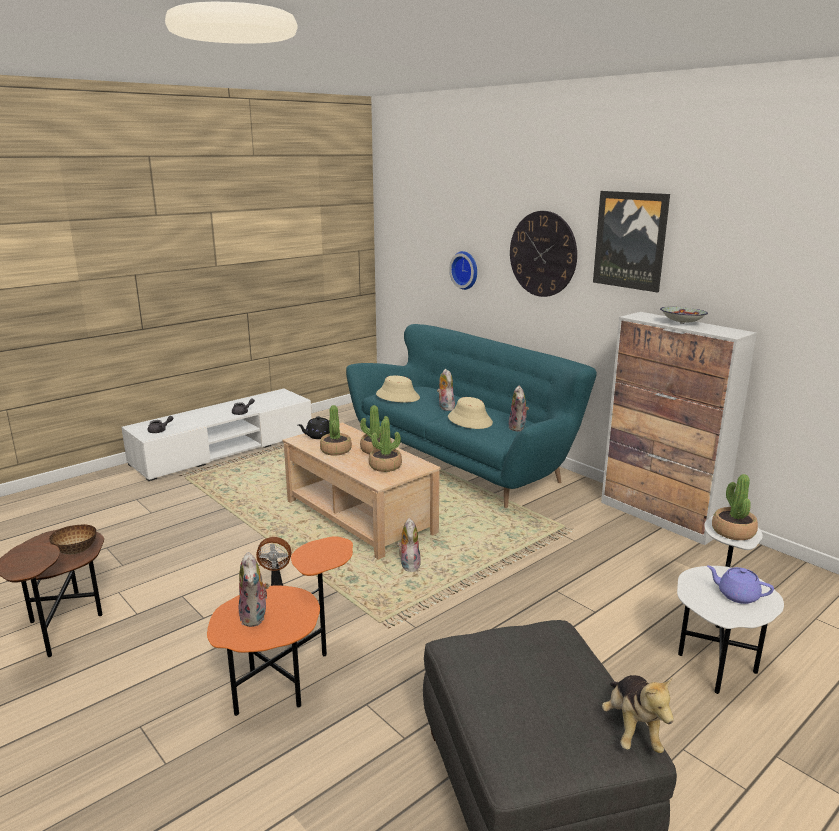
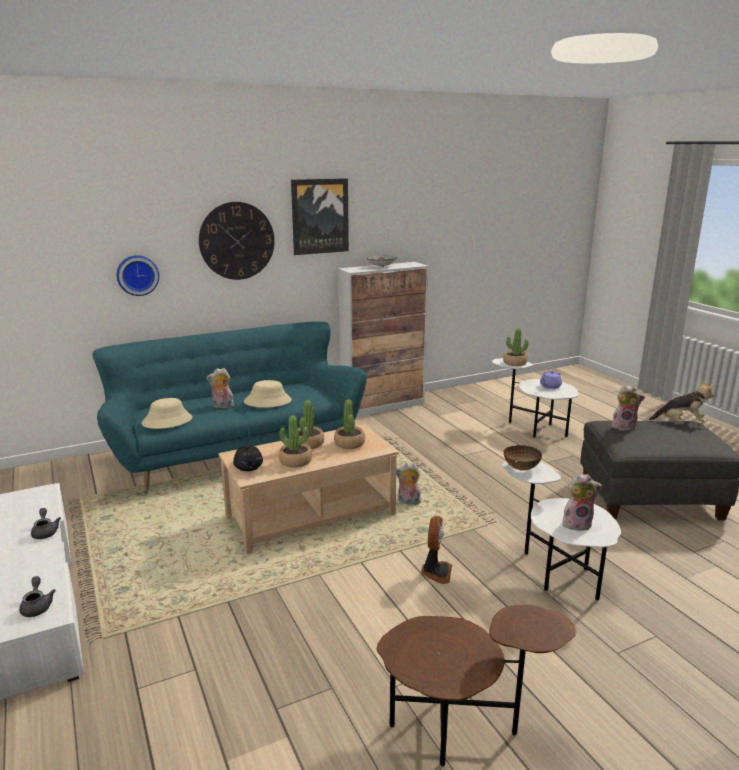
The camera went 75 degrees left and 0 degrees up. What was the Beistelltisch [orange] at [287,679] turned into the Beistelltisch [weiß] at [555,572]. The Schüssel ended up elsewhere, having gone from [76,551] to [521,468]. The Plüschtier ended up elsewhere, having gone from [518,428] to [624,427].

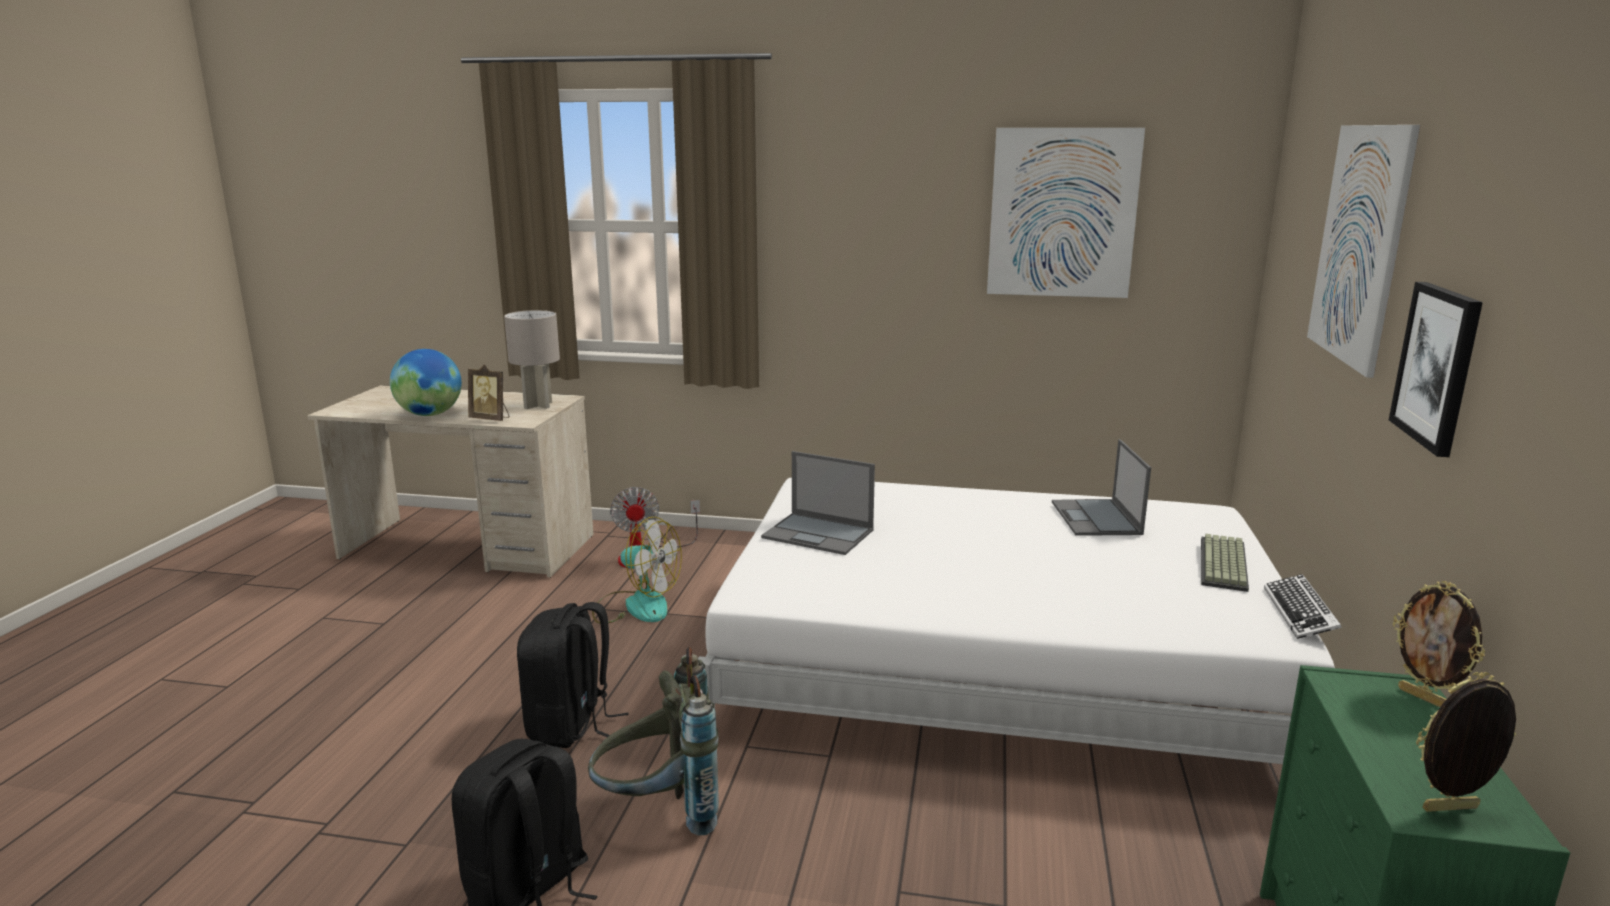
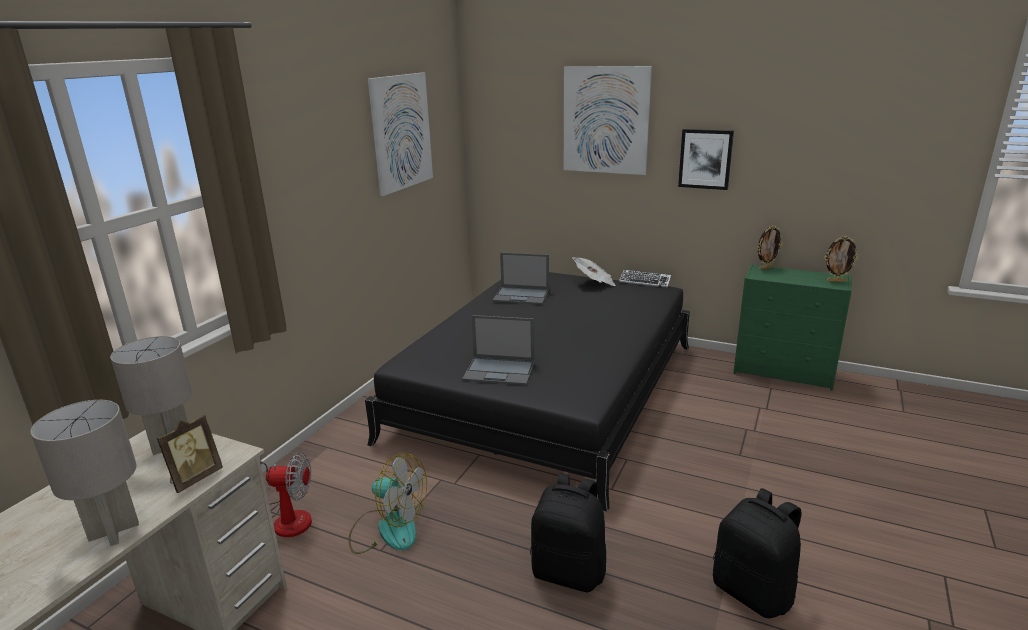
The camera went 75 degrees left and 5 degrees up. Where the Globus stood at [429,414], the Tischlampe [grau] came to stand at [114,531]. The Ventilator at [636,606] ended up facing another way, 75 degrees clockwise from before. What was the Bett [weiß] at [995,664] turned into the Bett [schwarz] at [547,391]. The Laptop at [819,534] ended up facing another way, 60 degrees clockwise from before. Where the Tastatur stood at [1225,565], the Zeitung came to stand at [594,282]. The Bilderrahmen at [1451,810] ended up facing another way, 90 degrees counterclockwise from before. The second view lost the Rucksack [grau] at [660,812].

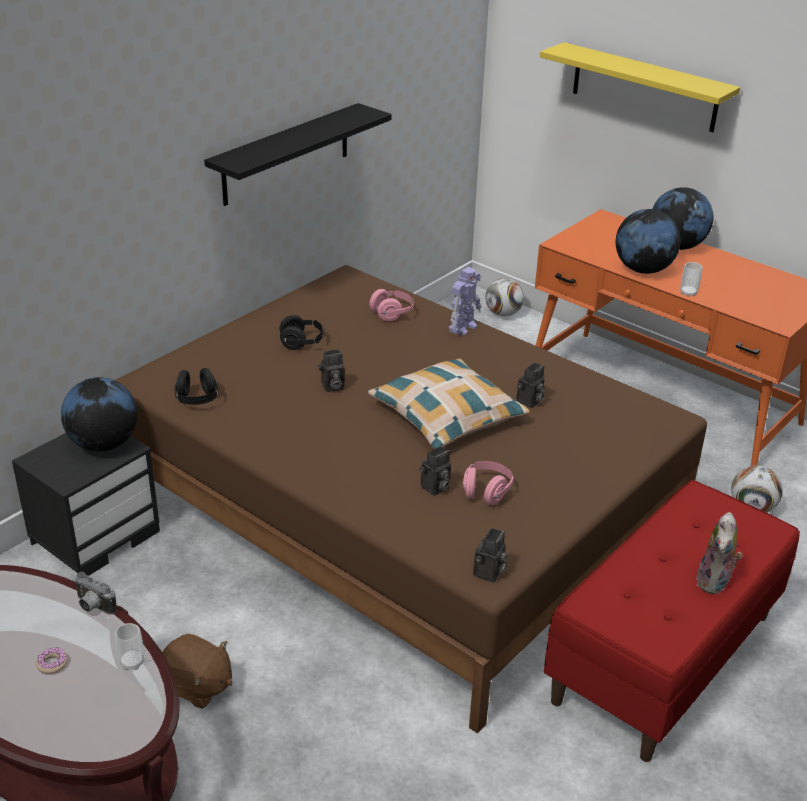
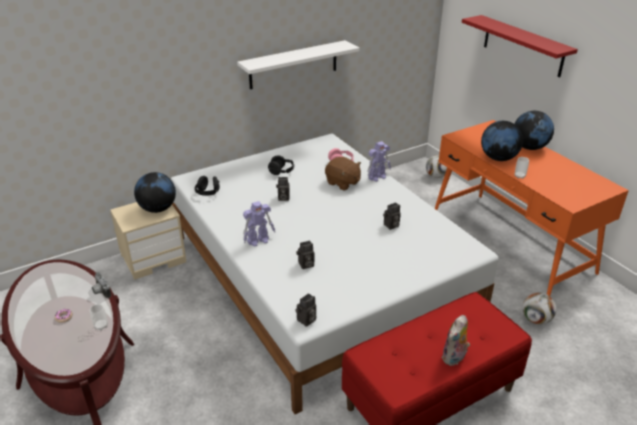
The camera went 20 degrees right and 0 degrees up. What was the Nachttisch [schwarz] at [96,536] turned into the Nachttisch [beige] at [154,258]. What was the Bett [braun] at [400,508] turned into the Bett [weiß] at [318,275]. What was the Wandregal [schwarz] at [286,154] turned into the Wandregal [weiß] at [293,65]. The second view gained the Spielzeugroboter at [259,240]. The Plüschtier [braun] ended up elsewhere, having gone from [196,687] to [342,183]. What was the Wandregal [gelb] at [644,87] turned into the Wandregal [rot] at [523,46]. The second view lost the Kissen at [447,415]. The second view lost the Kopfhörer [rosa] at [486,492].

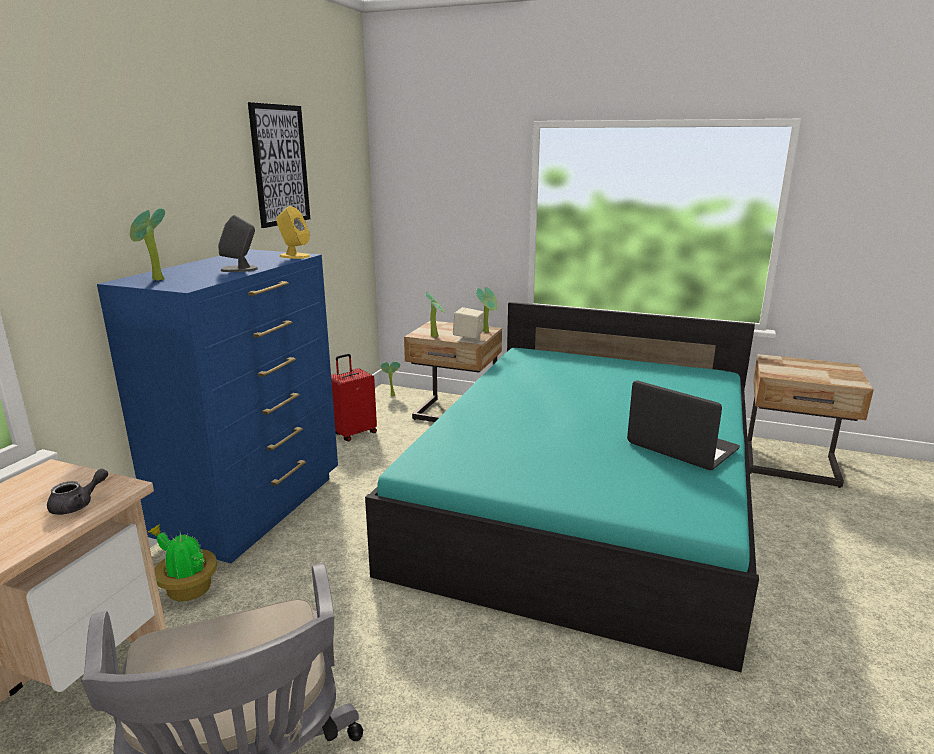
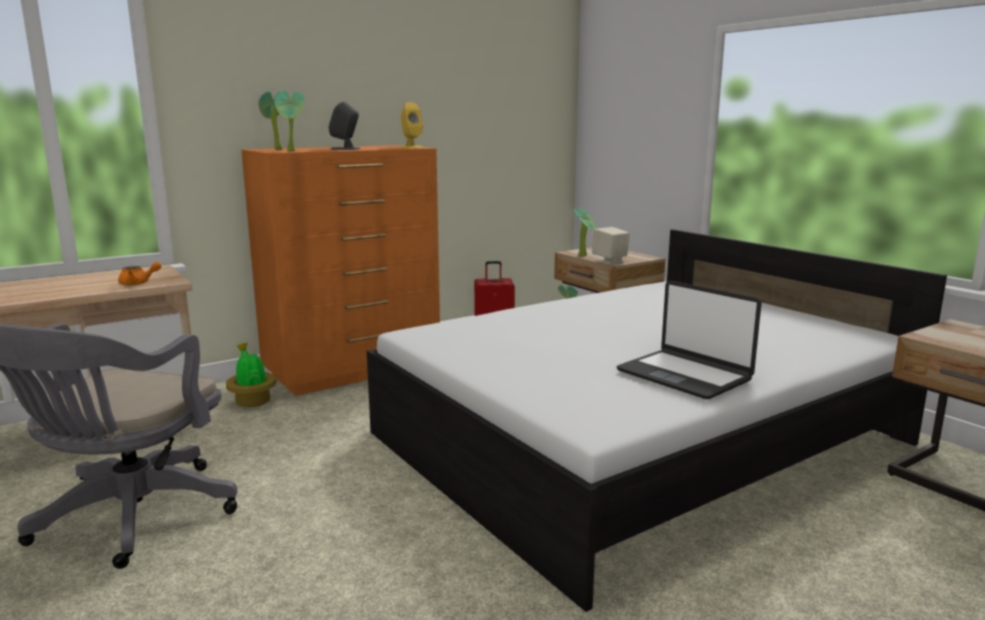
The camera went 35 degrees right and 5 degrees down. What was the Teekanne [grau] at [78,505] turned into the Teekanne [orange] at [138,283]. What was the Kommode [blau] at [256,509] turned into the Kommode [orange] at [354,370]. The Topfpflanze ended up elsewhere, having gone from [487,331] to [292,151]. What was the Bett [türkis] at [585,498] turned into the Bett [weiß] at [638,438]. The Laptop at [681,447] ended up facing another way, 150 degrees clockwise from before. The second view lost the Bild at [280,165].

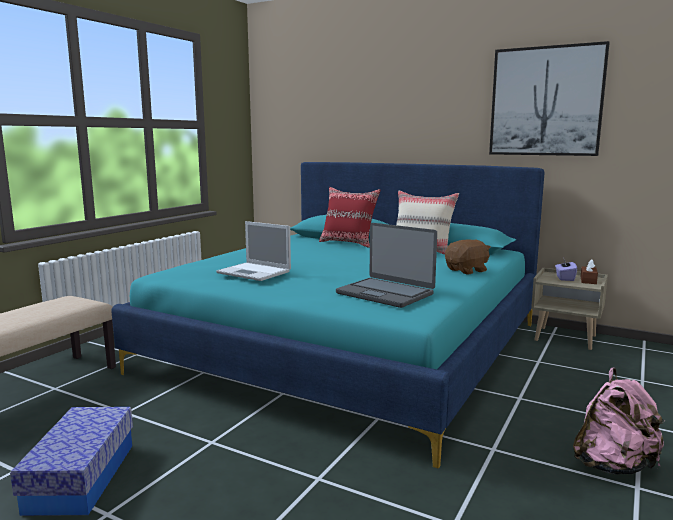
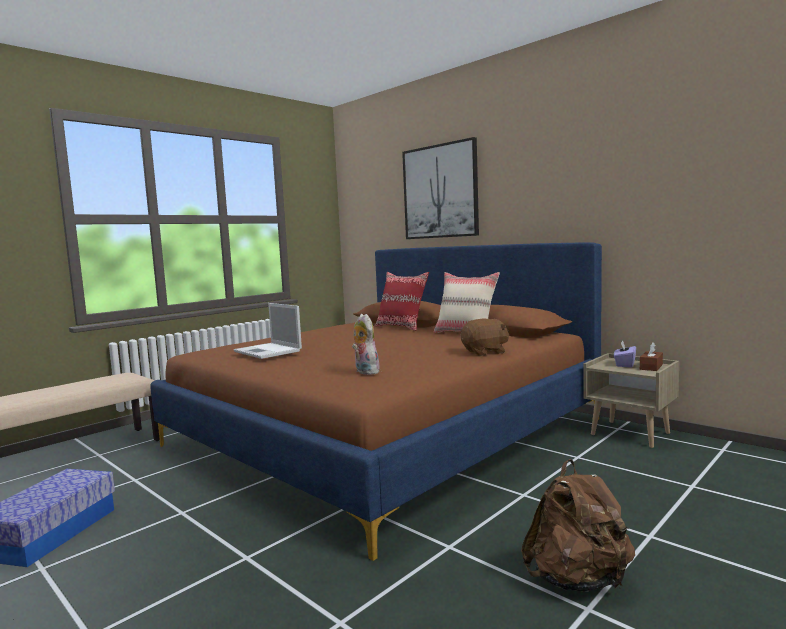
The camera went 15 degrees right and 5 degrees down. What was the Bett [türkis] at [349,347] turned into the Bett [braun] at [384,432]. Where the Laptop stood at [385,293], the Plüschtier came to stand at [365,372]. The Bild ended up elsewhere, having gone from [546,101] to [440,191]. What was the Rucksack [rosa] at [613,466] turned into the Rucksack [braun] at [577,580].

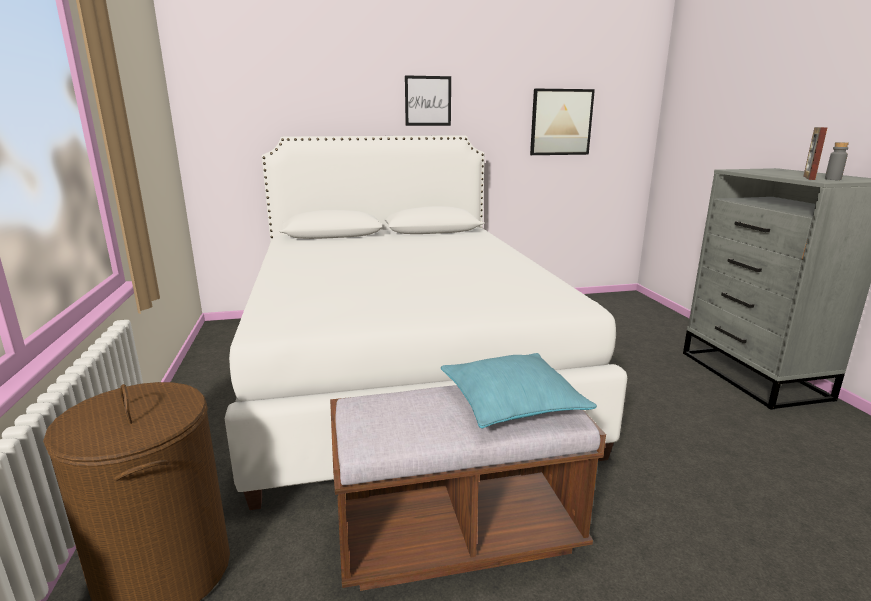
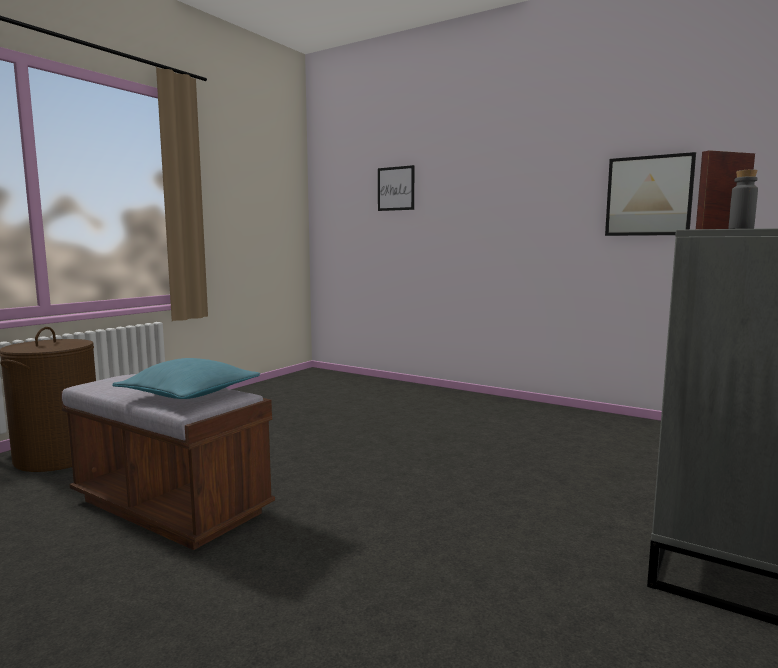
The camera went 45 degrees right and 10 degrees down. The Bild ended up elsewhere, having gone from [428,101] to [396,188]. The second view lost the Bett [weiß] at [402,370].

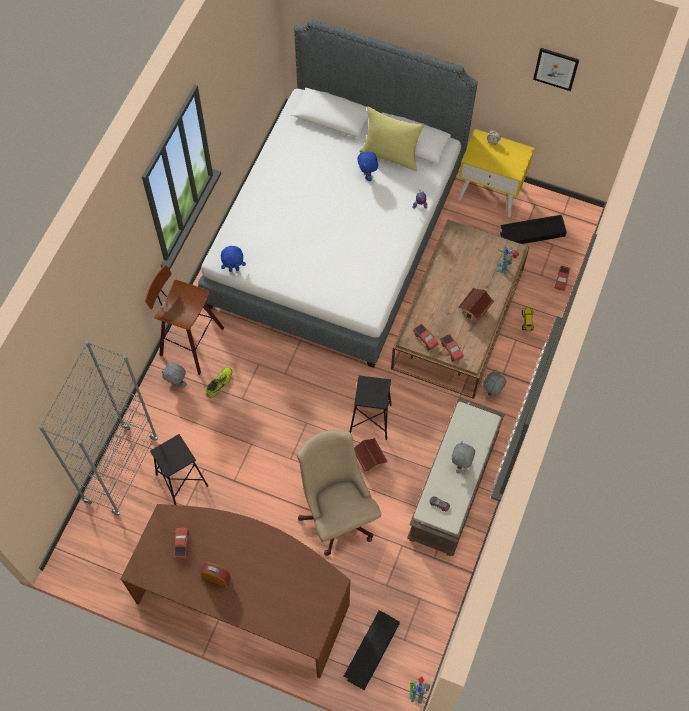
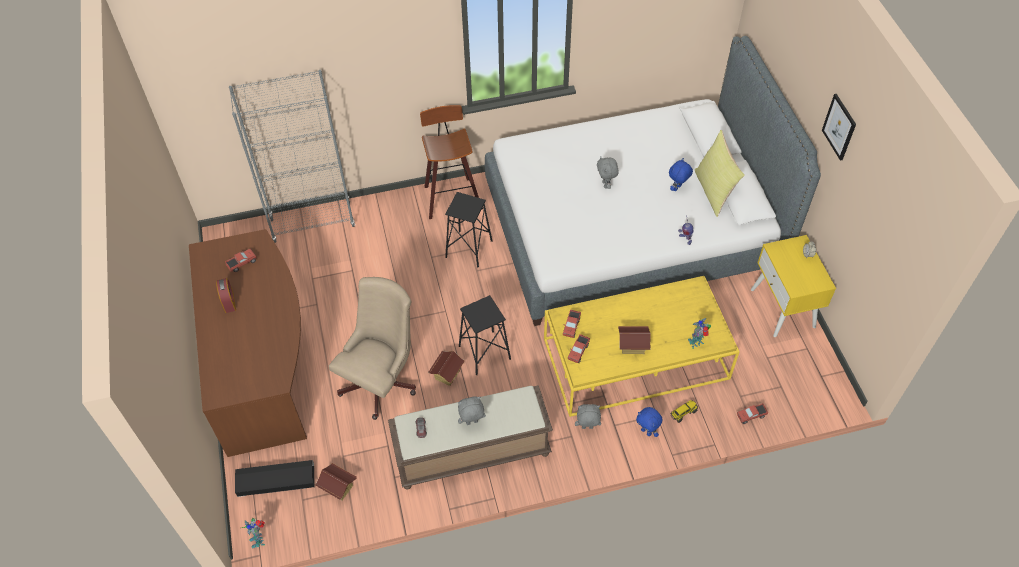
The camera went 55 degrees right and 10 degrees down. The second view gained the Spielzeughaus at [338,488]. The Hocker [schwarz] ended up elsewhere, having gone from [182,480] to [469,249]. What was the Couchtisch [braun] at [458,318] turned into the Couchtisch [gelb] at [636,358]. The Plüschtier [grau] ended up elsewhere, having gone from [177,383] to [606,185]. The Plüschtier [blau] ended up elsewhere, having gone from [234,269] to [646,431]. The Bild ended up elsewhere, having gone from [556,68] to [839,127]. The second view lost the Schuh at [219,383]. The second view lost the Aufbewahrungsbox [schwarz] at [531,233].

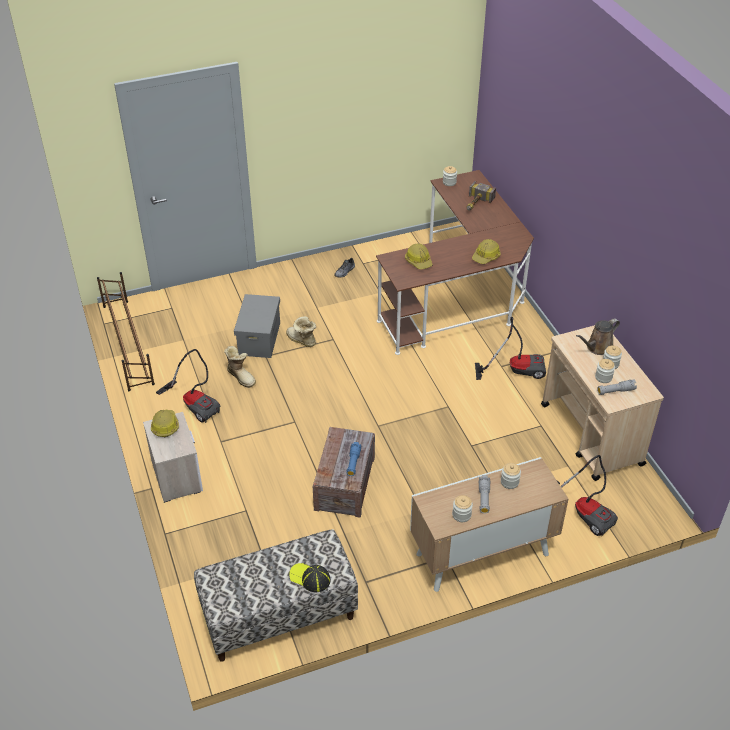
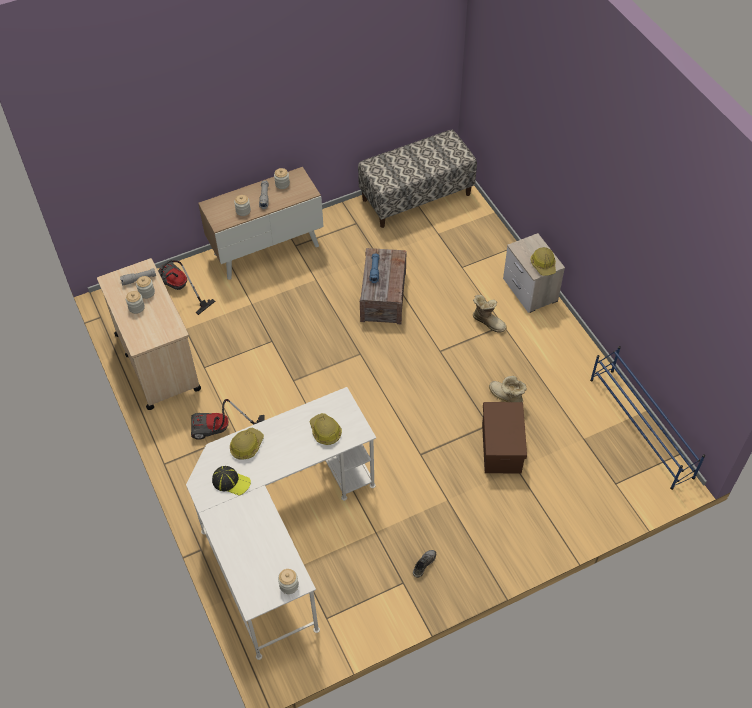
The camera went 175 degrees right and 10 degrees up. What was the Schreibtisch [braun] at [459,296] turned into the Schreibtisch [weiß] at [279,534]. The Kappe ended up elsewhere, having gone from [310,578] to [231,482]. The Stiefel ended up elsewhere, having gone from [301,341] to [488,321]. What was the Aufbewahrungsbox [grau] at [259,338] turned into the Aufbewahrungsbox [braun] at [501,448]. What was the Schuhregal [braun] at [128,343] turned into the Schuhregal [blau] at [640,428]. The second view lost the Staubsauger at [195,404]. The second view lost the Hammer at [475,204]. The second view lost the Gießkanne [braun] at [597,347].

